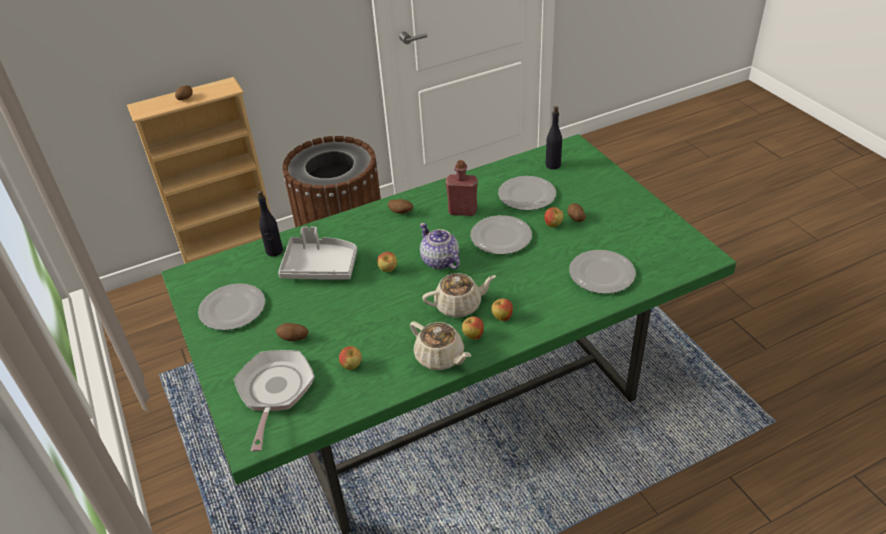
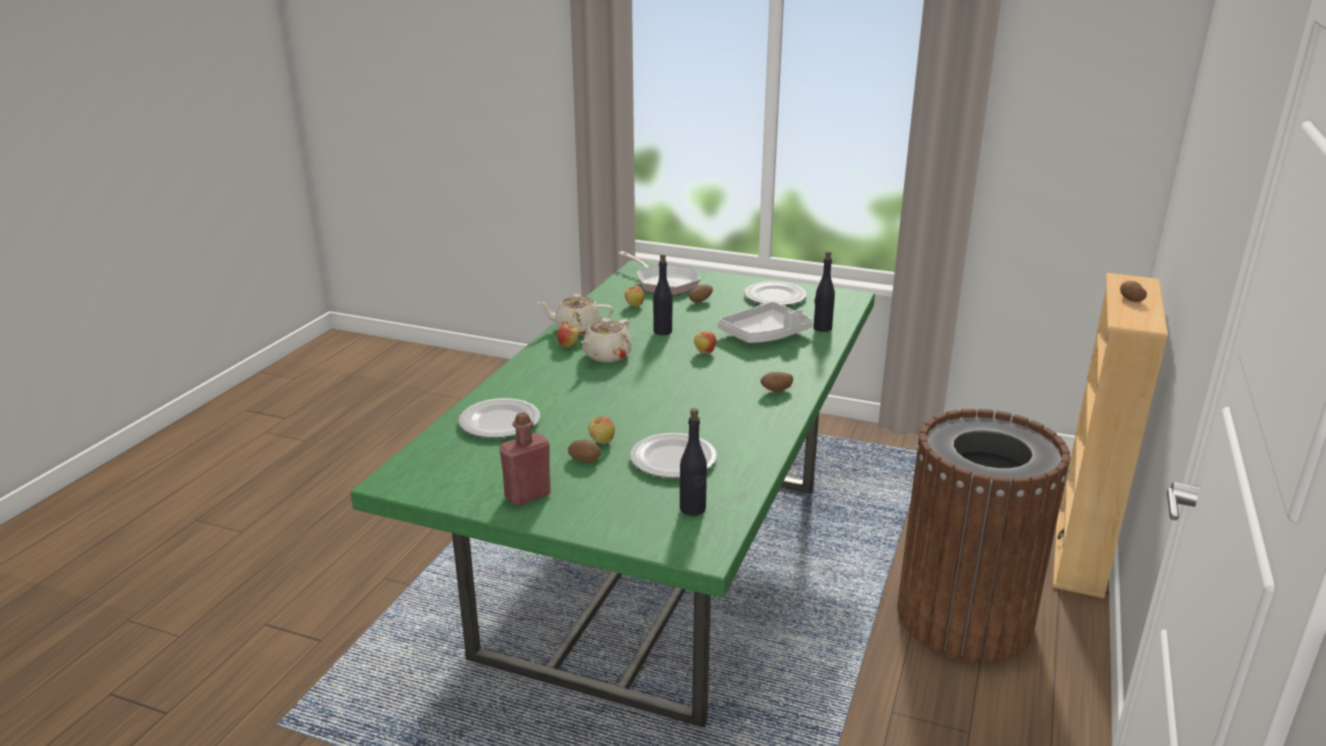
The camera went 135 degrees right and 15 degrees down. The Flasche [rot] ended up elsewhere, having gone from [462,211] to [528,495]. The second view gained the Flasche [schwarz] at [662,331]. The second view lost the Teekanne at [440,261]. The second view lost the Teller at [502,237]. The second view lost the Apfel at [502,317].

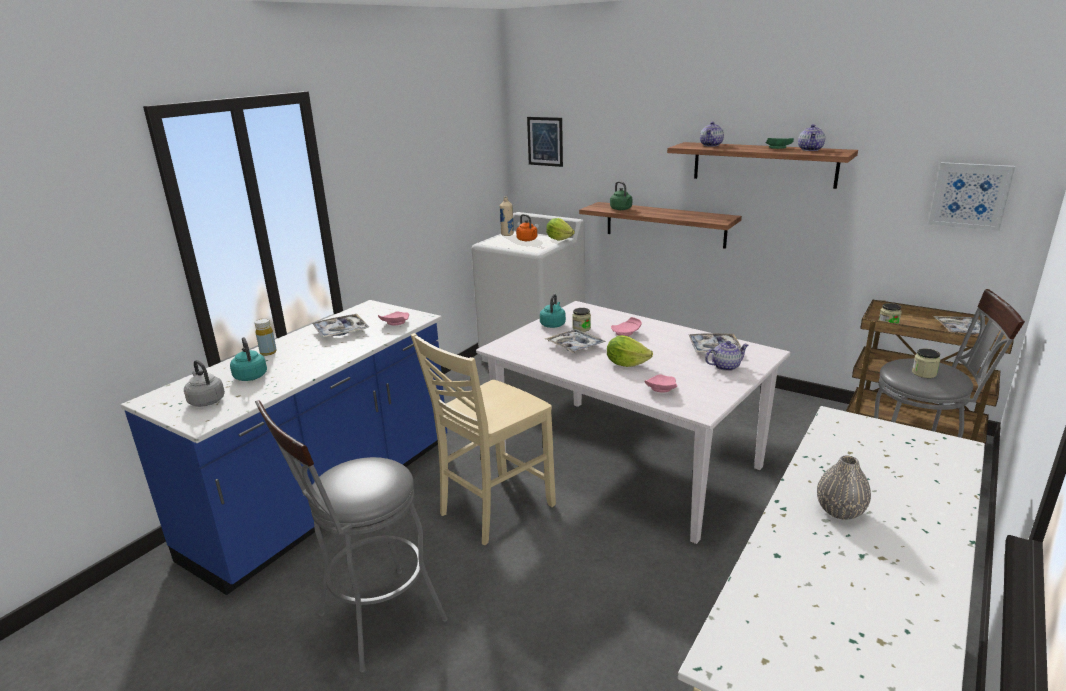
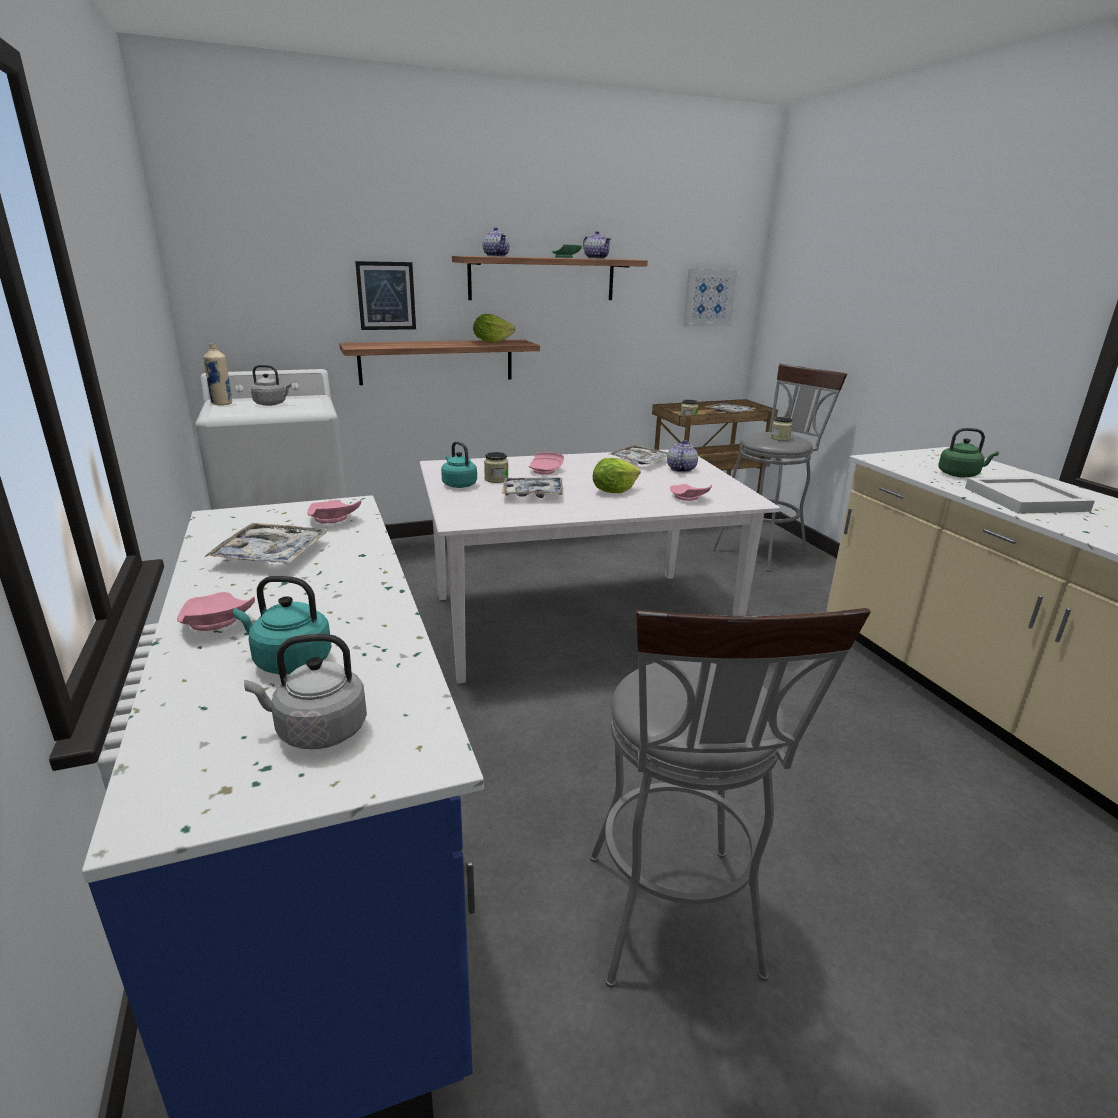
The camera went 55 degrees left and 0 degrees up. Where the Flasche [gelb] stood at [268,352], the Teller [rosa] came to stand at [215,624]. What was the Wasserkessel [orange] at [527,240] turned into the Wasserkessel [grau] at [272,404]. The Bild ended up elsewhere, having gone from [545,141] to [386,296]. The Salatkopf ended up elsewhere, having gone from [559,239] to [491,341]. The Wasserkessel [grün] ended up elsewhere, having gone from [621,209] to [960,475]. Where the Vase [grau] stood at [840,511], the Tablett [weiß] came to stand at [1025,499]. The second view lost the Stuhl [beige] at [493,509].

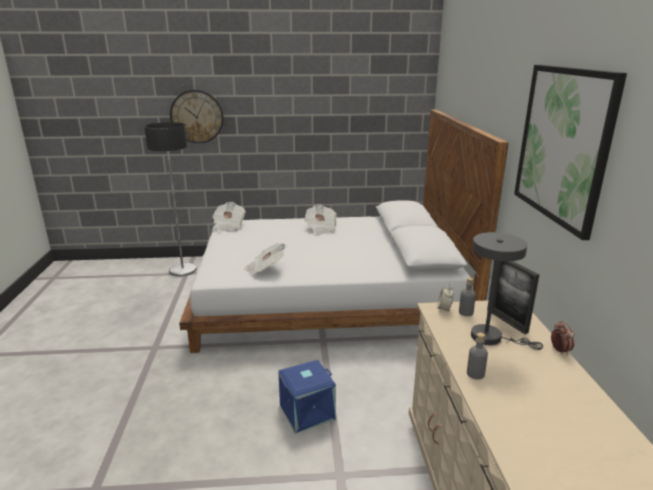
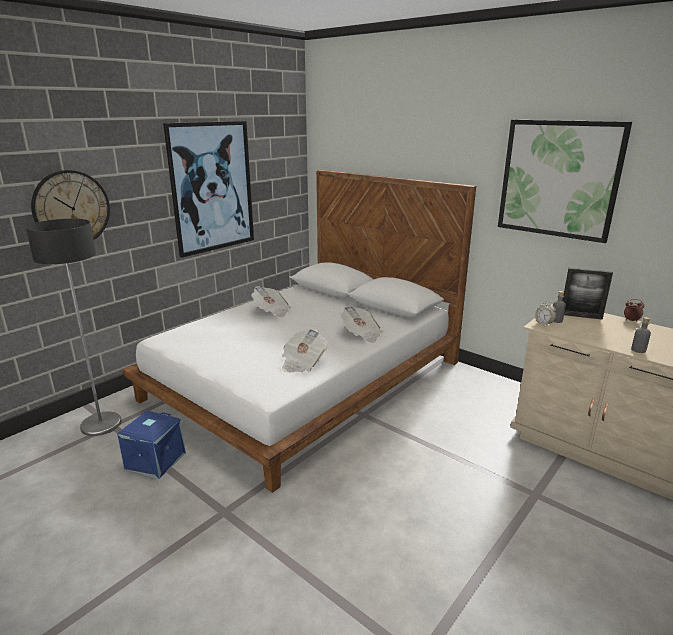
The camera went 45 degrees left and 0 degrees up. The Aufbewahrungsbox [blau] ended up elsewhere, having gone from [307,411] to [155,460]. The second view gained the Bild at [212,187]. The Zeitung ended up elsewhere, having gone from [229,225] to [361,334]. The second view lost the Tischlampe [grau] at [491,337].

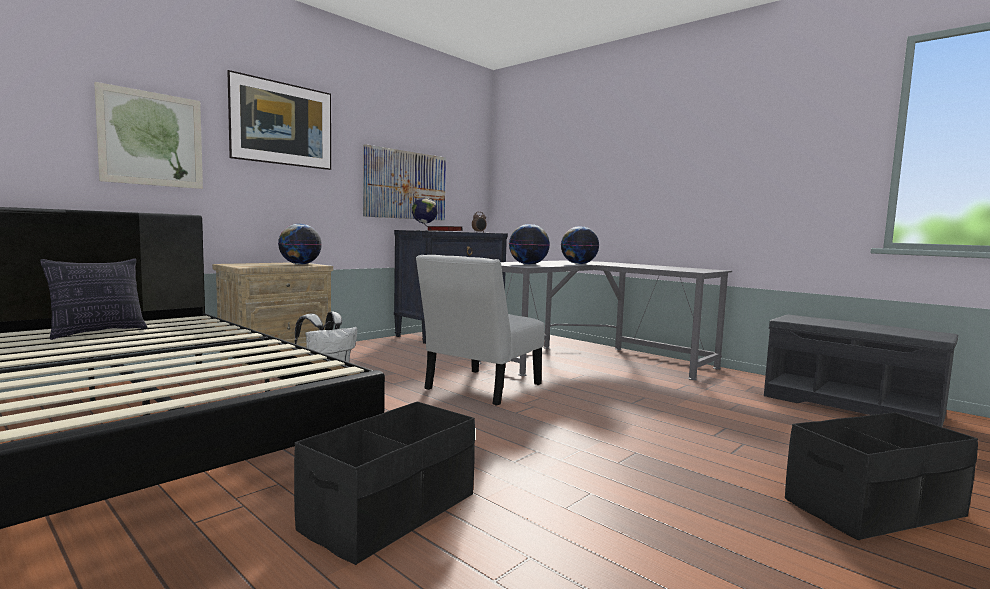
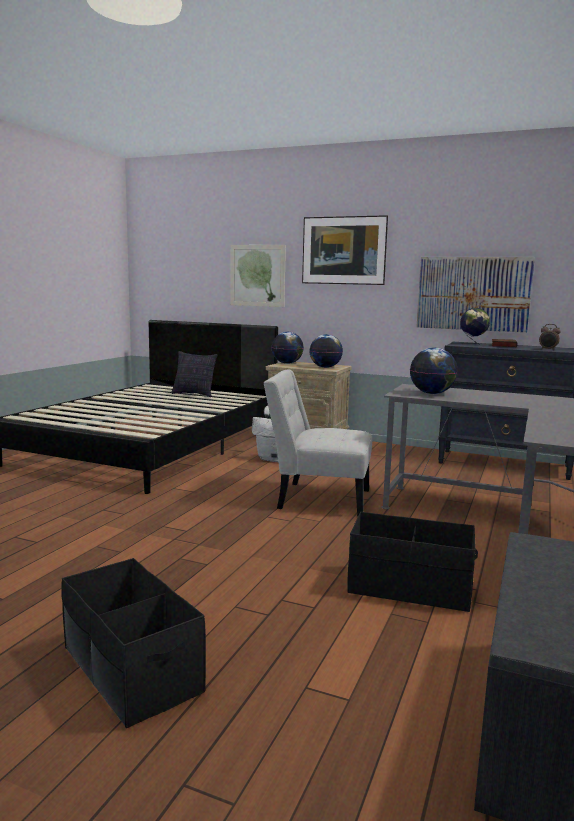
The camera went 70 degrees right and 5 degrees up. The Globus ended up elsewhere, having gone from [578,264] to [287,363]. The Aufbewahrungsbox [schwarz] ended up elsewhere, having gone from [391,512] to [409,588].

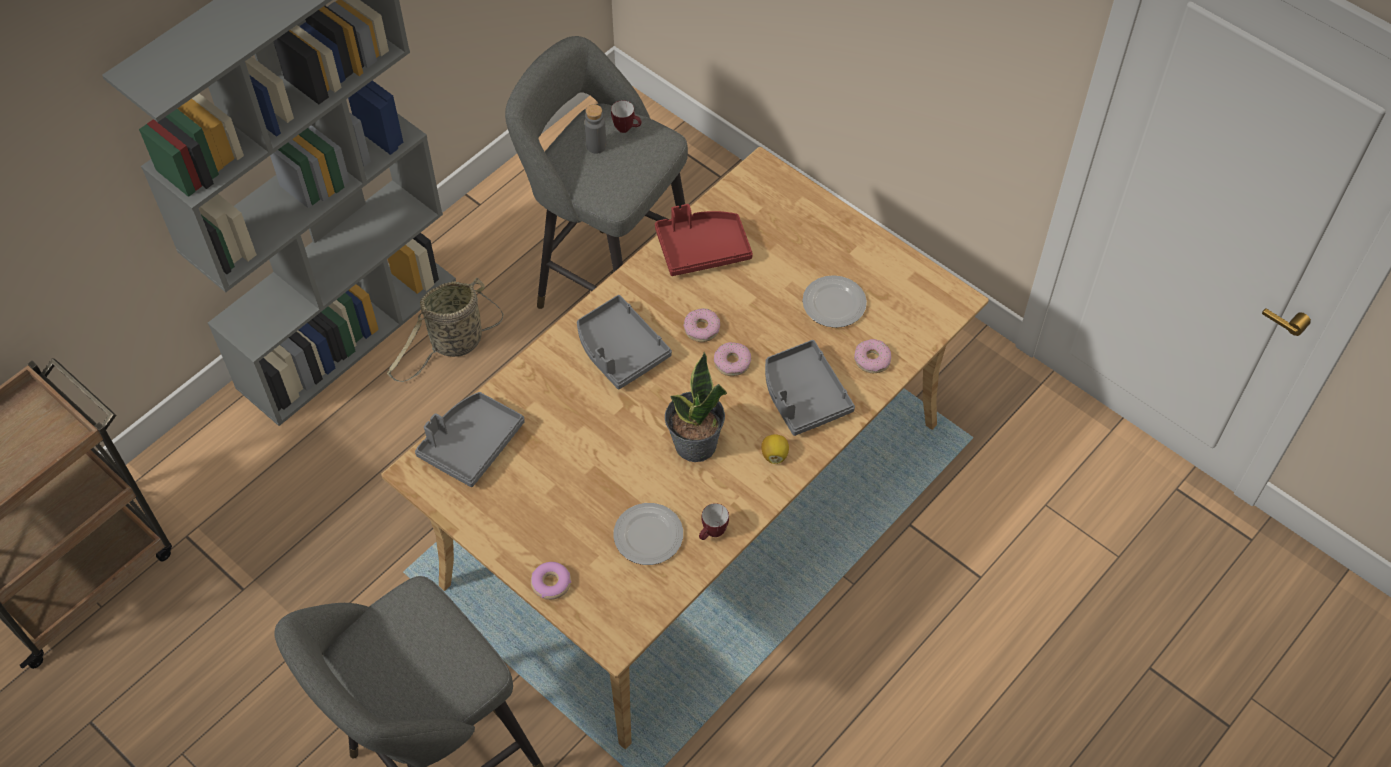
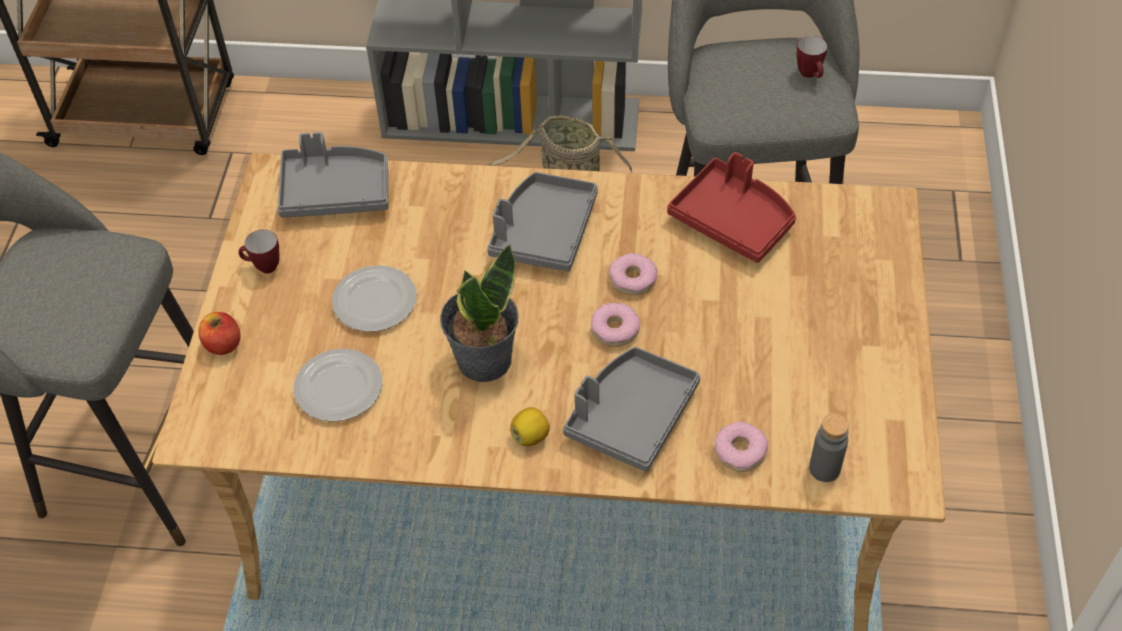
The camera went 55 degrees right and 5 degrees down. Where the Donut stood at [551,583], the Apfel came to stand at [223,344]. The Henkelbecher ended up elsewhere, having gone from [712,534] to [263,267]. The Teller ended up elsewhere, having gone from [833,304] to [374,301]. The Flasche [grau] ended up elsewhere, having gone from [596,146] to [824,469].

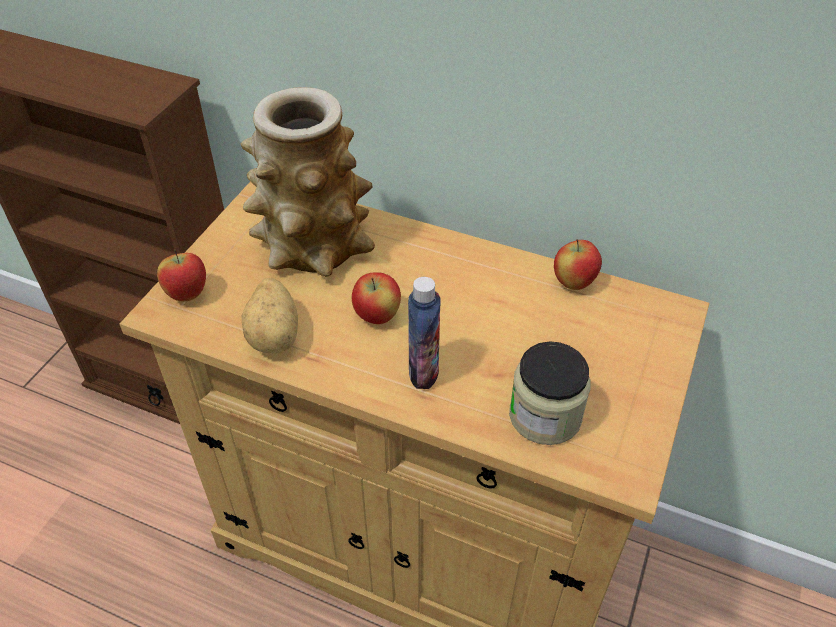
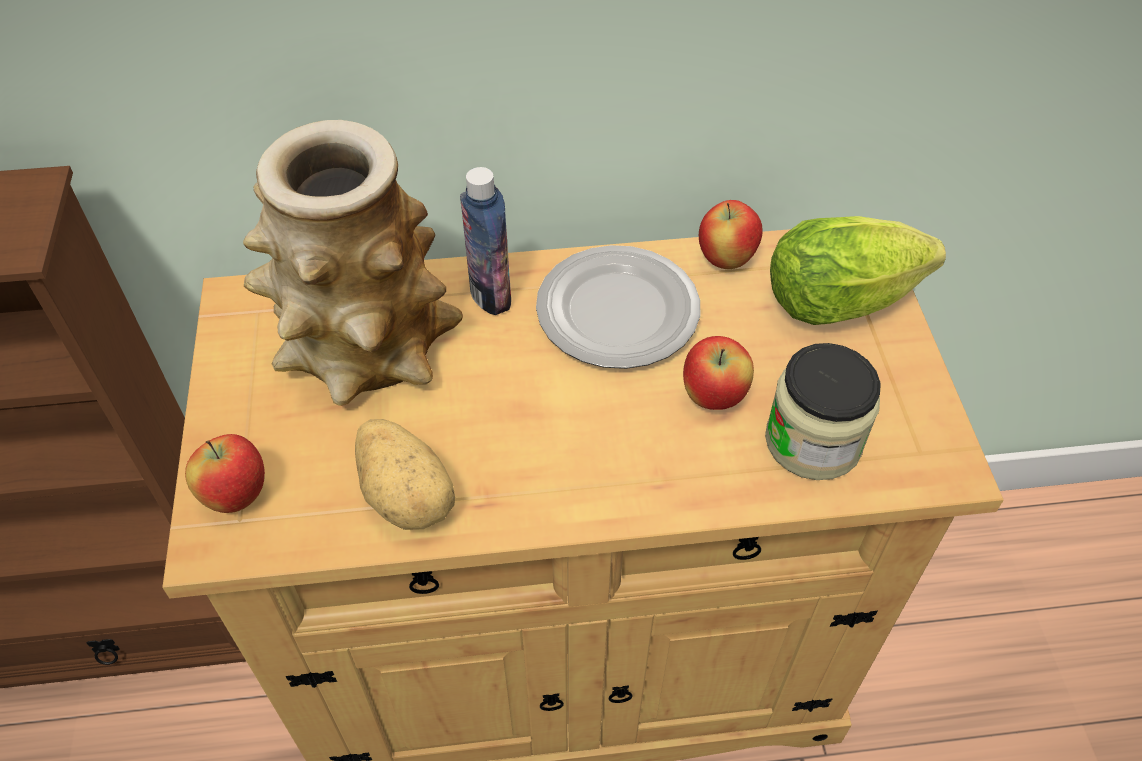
The camera went 30 degrees left and 5 degrees up. The Flasche ended up elsewhere, having gone from [423,371] to [490,294]. The second view gained the Teller at [616,313]. The Apfel ended up elsewhere, having gone from [377,316] to [713,396]. The second view gained the Salatkopf at [848,300].

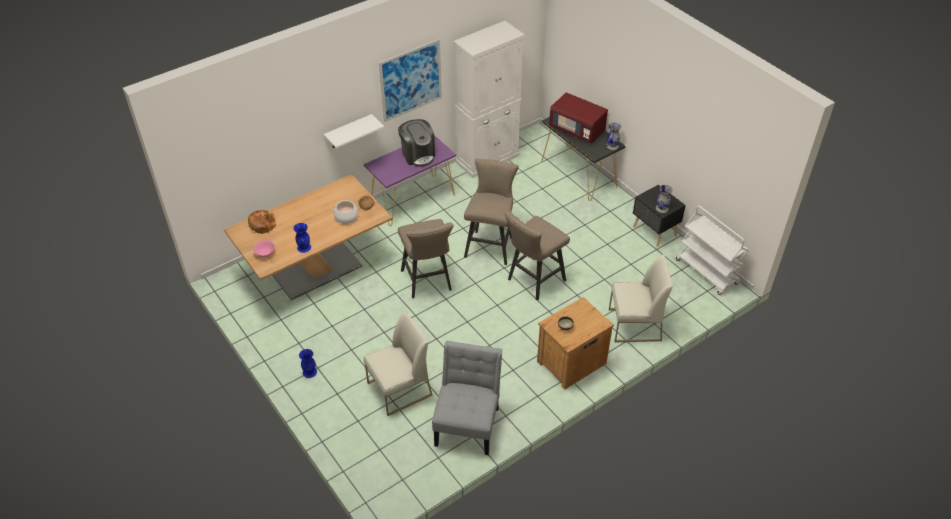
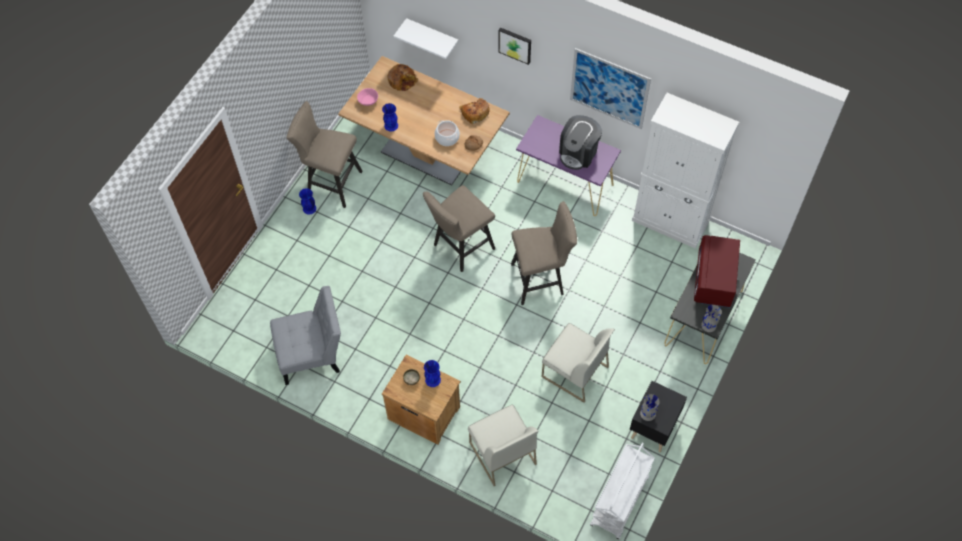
The camera went 65 degrees right and 15 degrees up. The Hocker [beige] ended up elsewhere, having gone from [533,281] to [330,182]. The Wandregal [weiß] ended up elsewhere, having gone from [348,132] to [432,36]. The second view gained the Vase [blau] at [433,379]. The second view gained the Brot at [474,112]. The second view gained the Bild at [515,45]. The Stuhl [weiß] ended up elsewhere, having gone from [399,389] to [574,372].

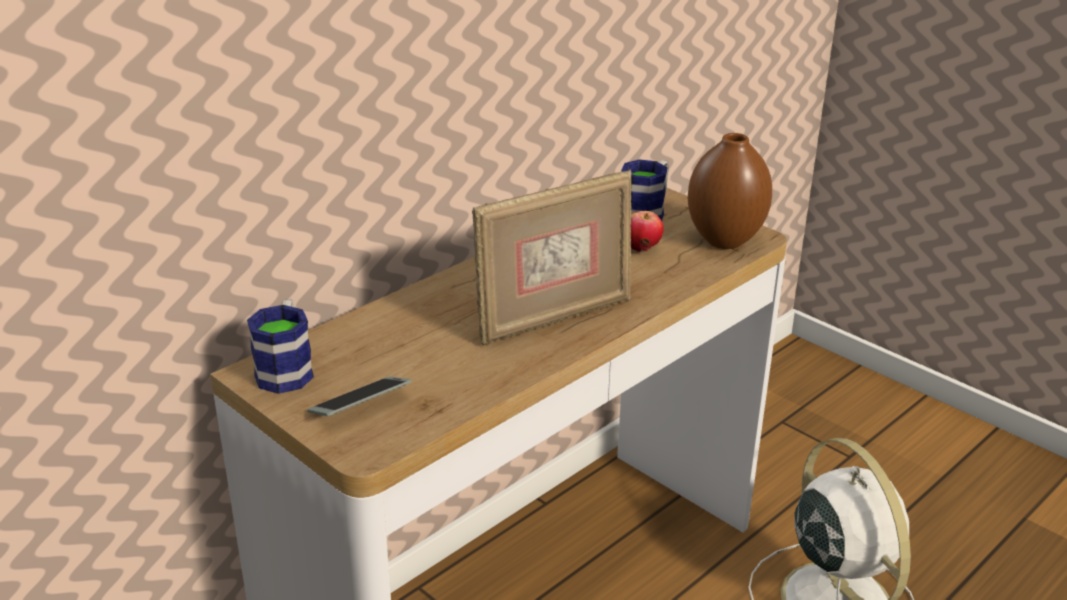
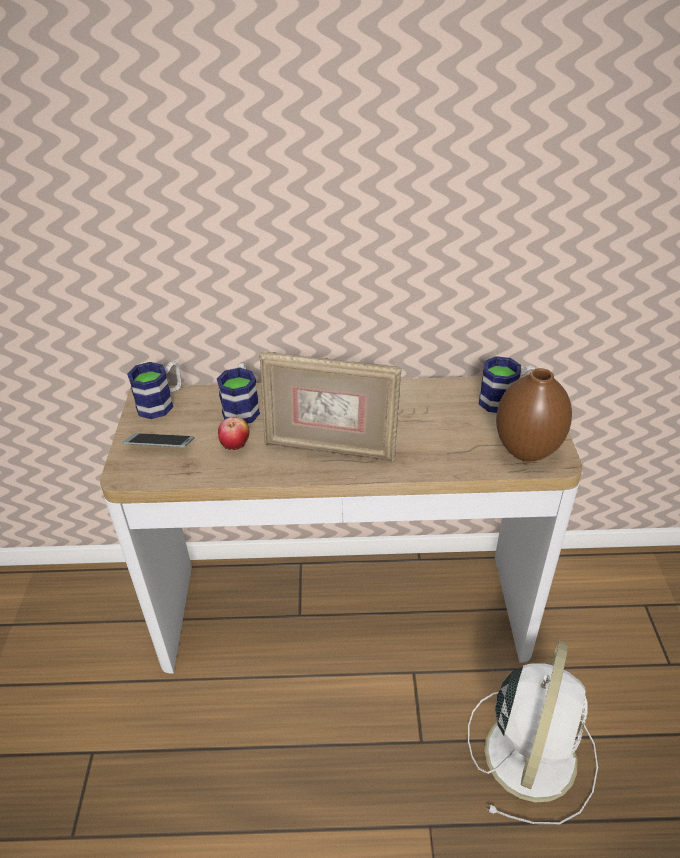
The camera went 45 degrees right and 10 degrees up. The second view gained the Henkelbecher at [242,408]. The Apfel ended up elsewhere, having gone from [642,249] to [235,447].

